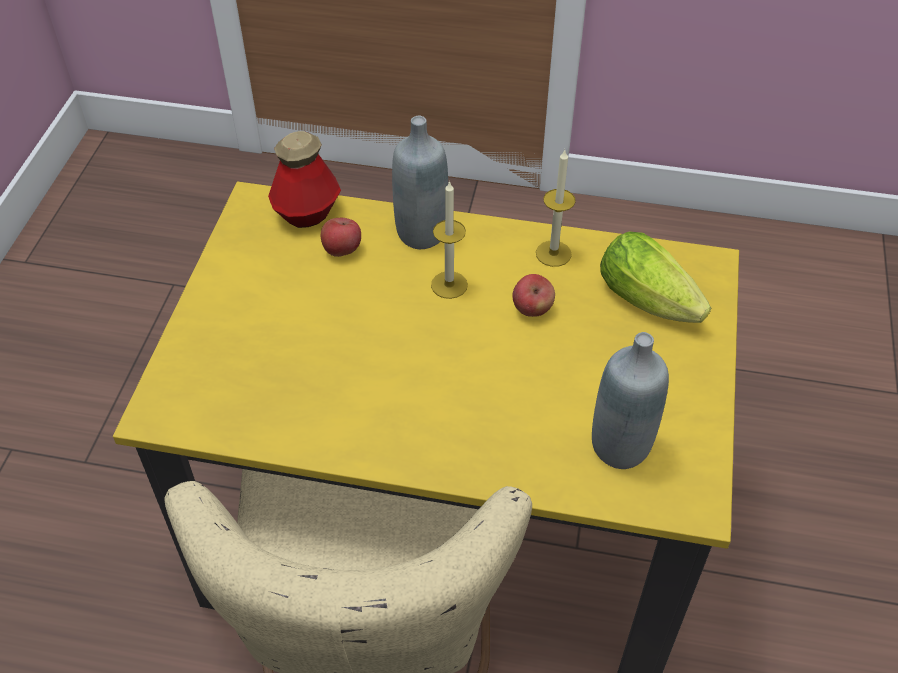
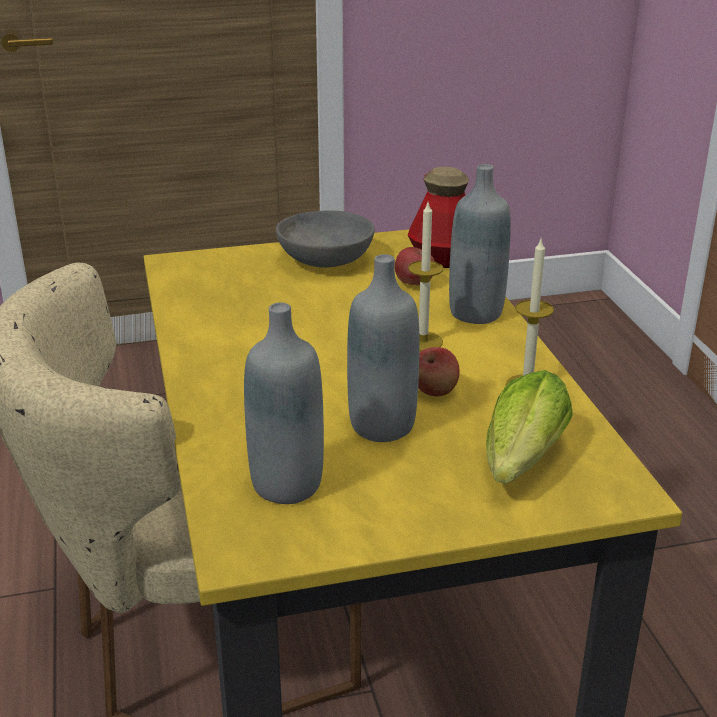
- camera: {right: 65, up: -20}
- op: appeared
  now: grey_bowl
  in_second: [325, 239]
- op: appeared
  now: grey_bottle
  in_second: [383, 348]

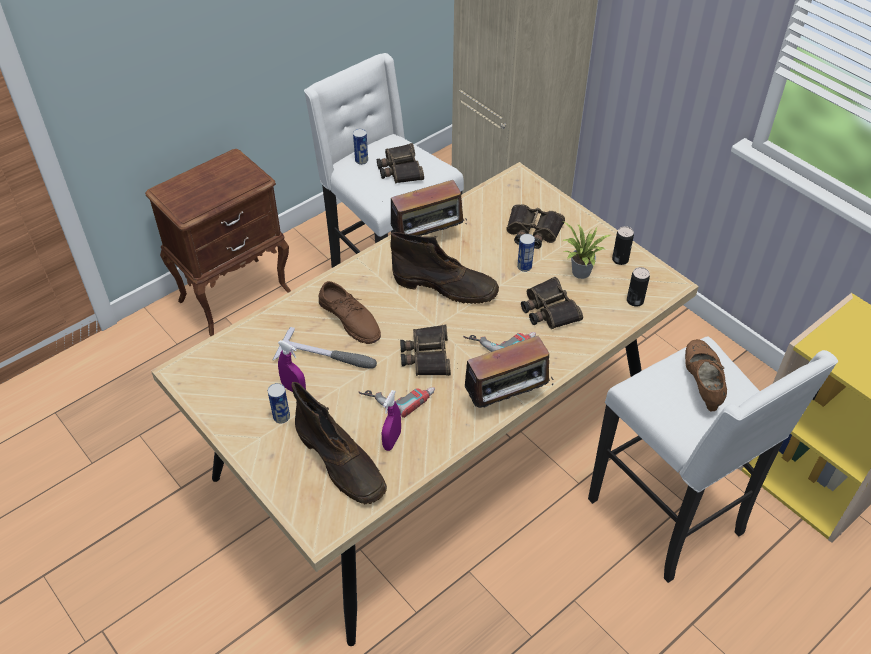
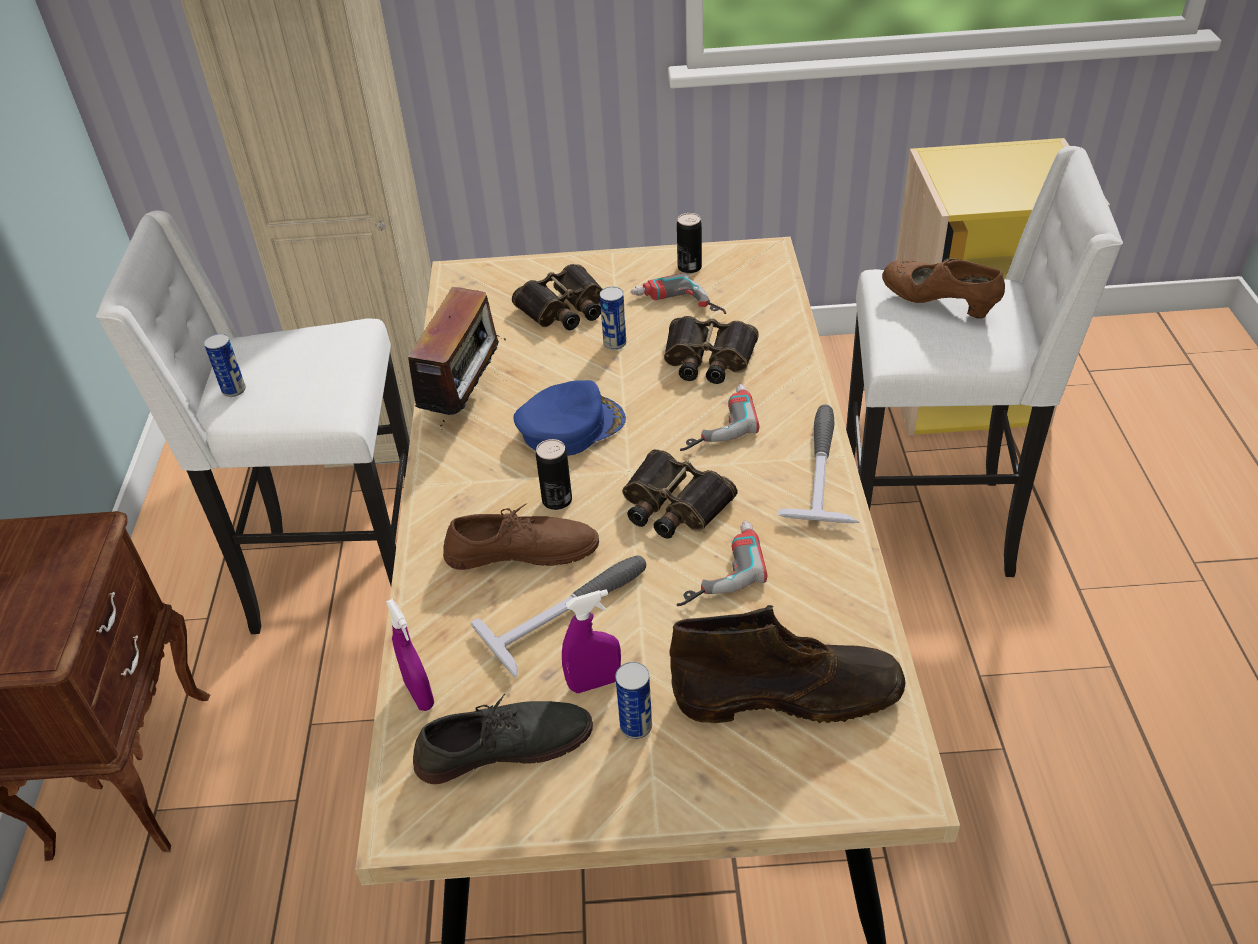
- camera: {right: -50, up: -5}
- op: missing
  was: binoculars
  in_first: [400, 163]
- op: appeared
  now: grey_shoe
  in_second: [503, 739]
- op: relocated
  was: purple_spray_bottle
  in_first: [391, 420]
  in_second: [410, 655]
- op: relocated
  was: can
  in_first: [638, 287]
  in_second: [554, 474]
- op: exchanged
  was: brown_boot
  now: blue_cap
  in_first: [444, 268]
  in_second: [569, 418]
- op: exchanged
  was: radio
  now: hammer
  in_first: [505, 372]
  in_second: [819, 463]
- op: exchanged
  was: potted_plant
  now: power_drill
  in_first: [587, 250]
  in_second: [678, 293]

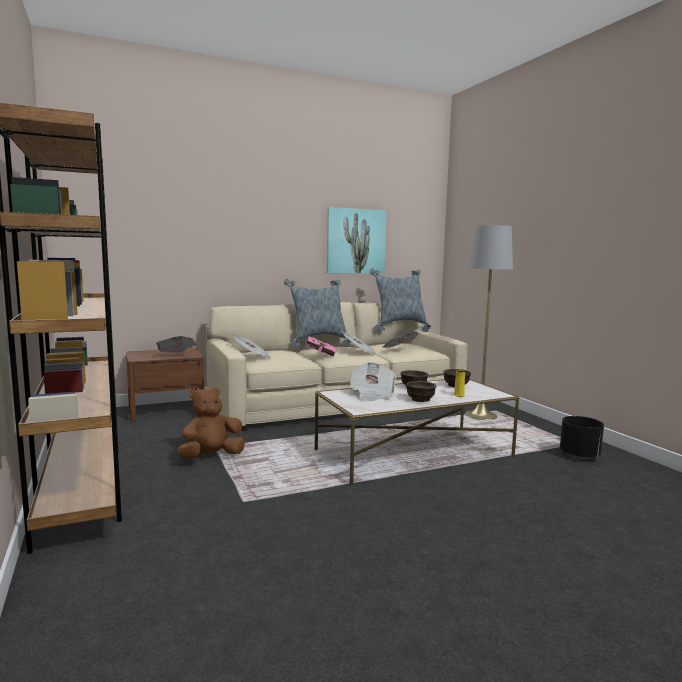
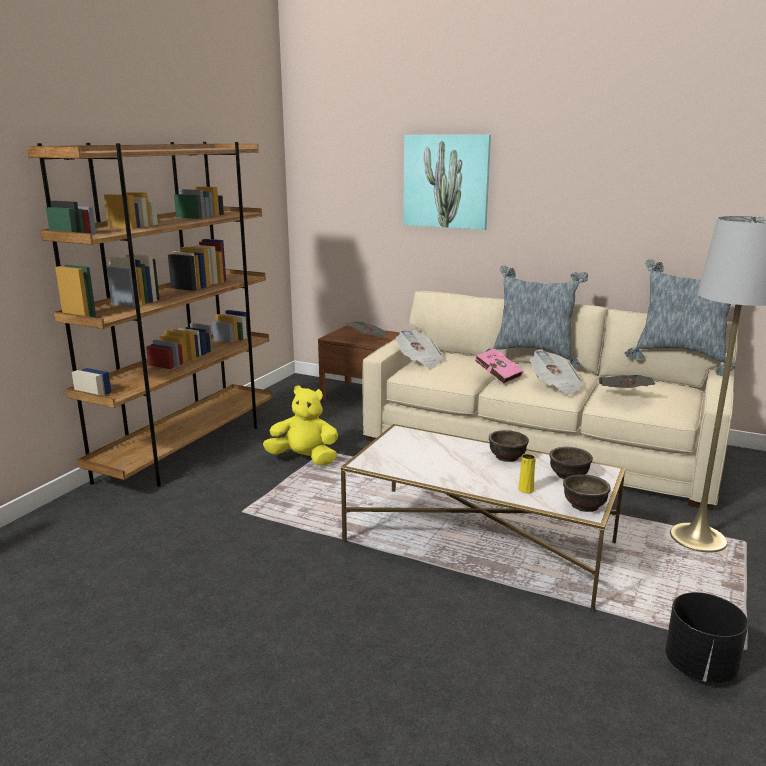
- camera: {right: 50, up: 10}
- op: missing
  was: newspaper
  in_first: [373, 382]
- op: relocated
  was: picture
  in_first: [357, 240]
  in_second: [447, 182]
- op: relocated
  was: brown_bowl
  in_first: [421, 391]
  in_second: [587, 493]
- op: colour
  was: brown_plush_toy
  now: yellow_plush_toy
  in_first: [211, 423]
  in_second: [300, 425]

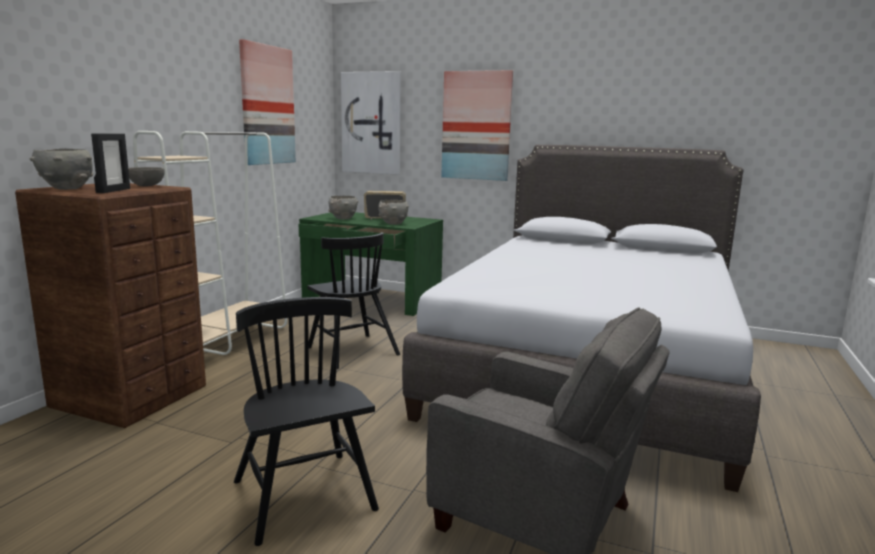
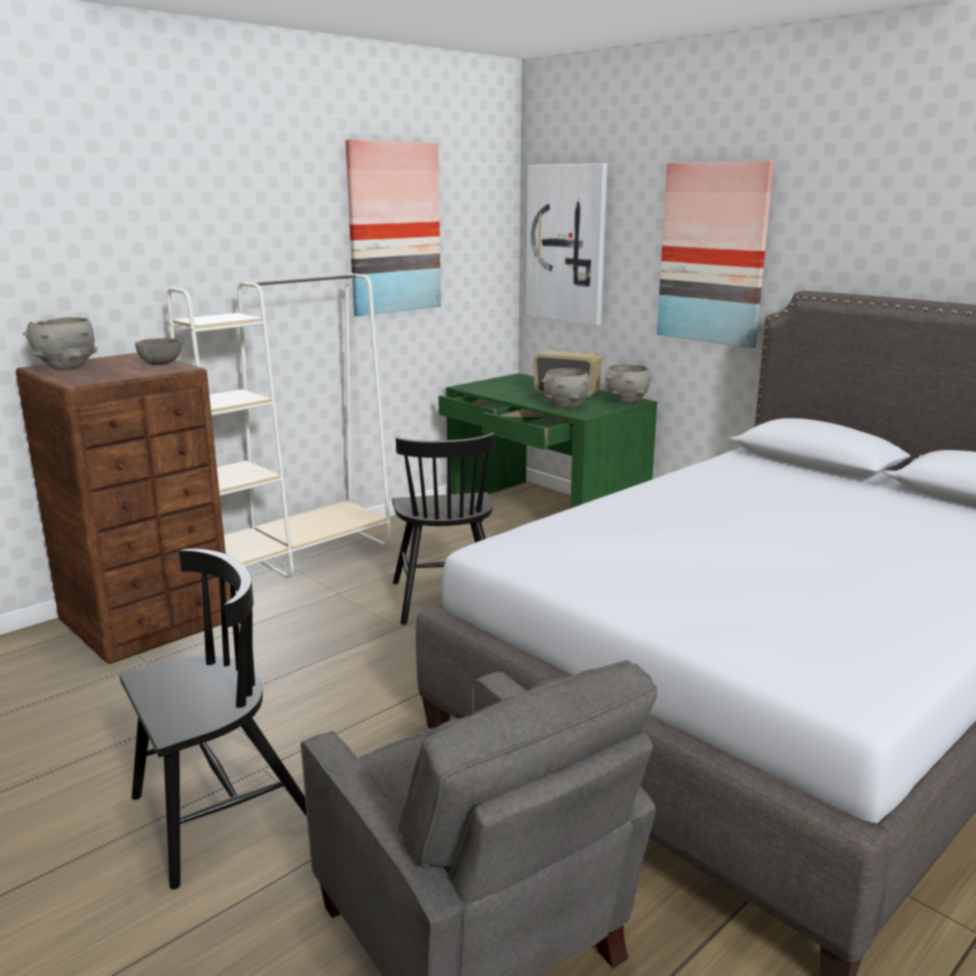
- camera: {right: 25, up: 5}
- op: missing
  was: picture_frame
  in_first: [110, 163]
- op: relocated
  was: grey_bowl
  in_first: [343, 207]
  in_second: [628, 383]
- op: spun
  was: black_chair
  in_first: [306, 421]
  in_second: [213, 719]
  clockwise: 60

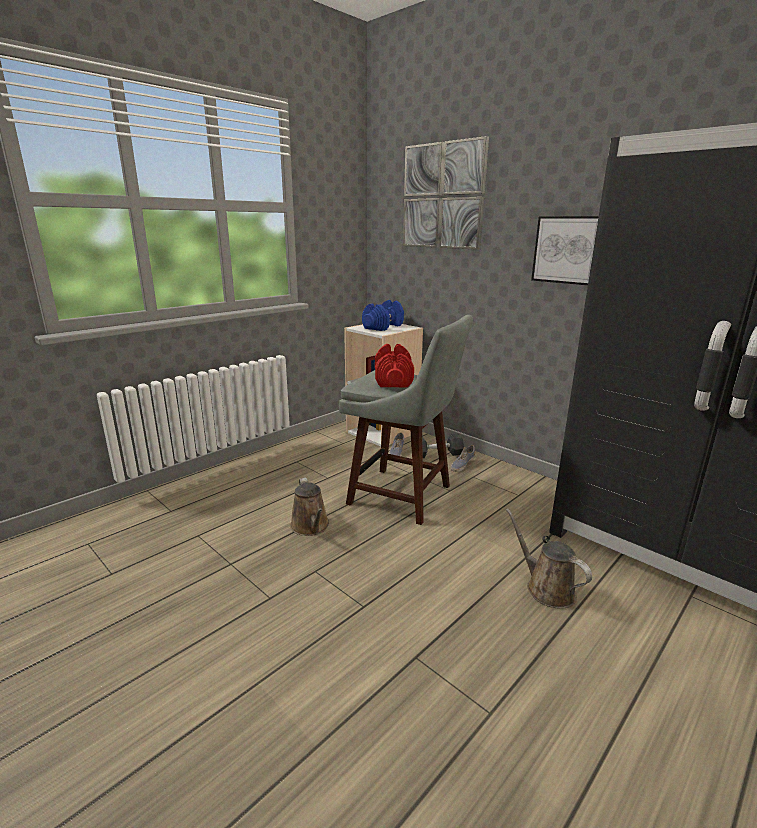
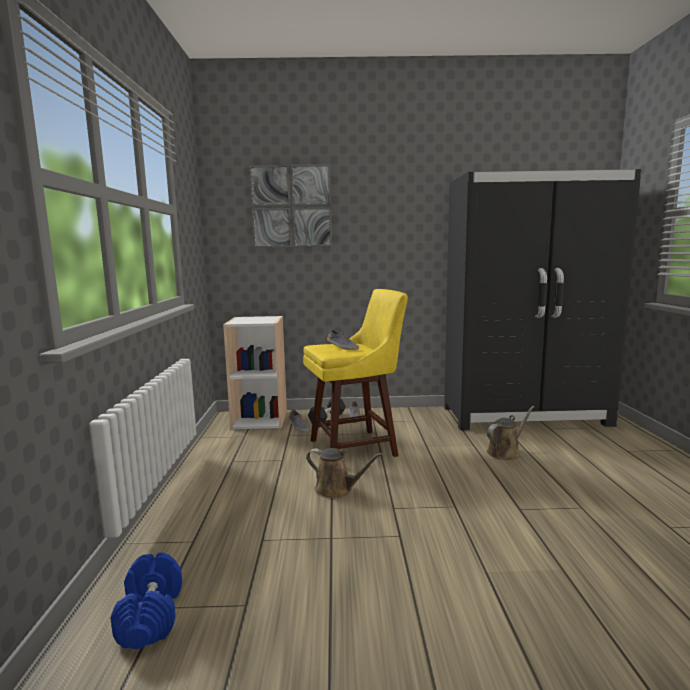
- camera: {right: -45, up: -10}
- op: missing
  was: picture
  in_first: [565, 250]
- op: relocated
  was: blue_dumbbell
  in_first: [383, 315]
  in_second: [146, 600]
- op: exchanged
  was: red_dumbbell
  now: shoe
  in_first: [394, 365]
  in_second: [343, 339]
- op: colour
  was: grey_stool
  now: yellow_stool
  in_first: [406, 420]
  in_second: [355, 373]
- op: spun
  was: brown_watering_can
  in_first: [549, 558]
  in_second: [511, 433]
  clockwise: 135

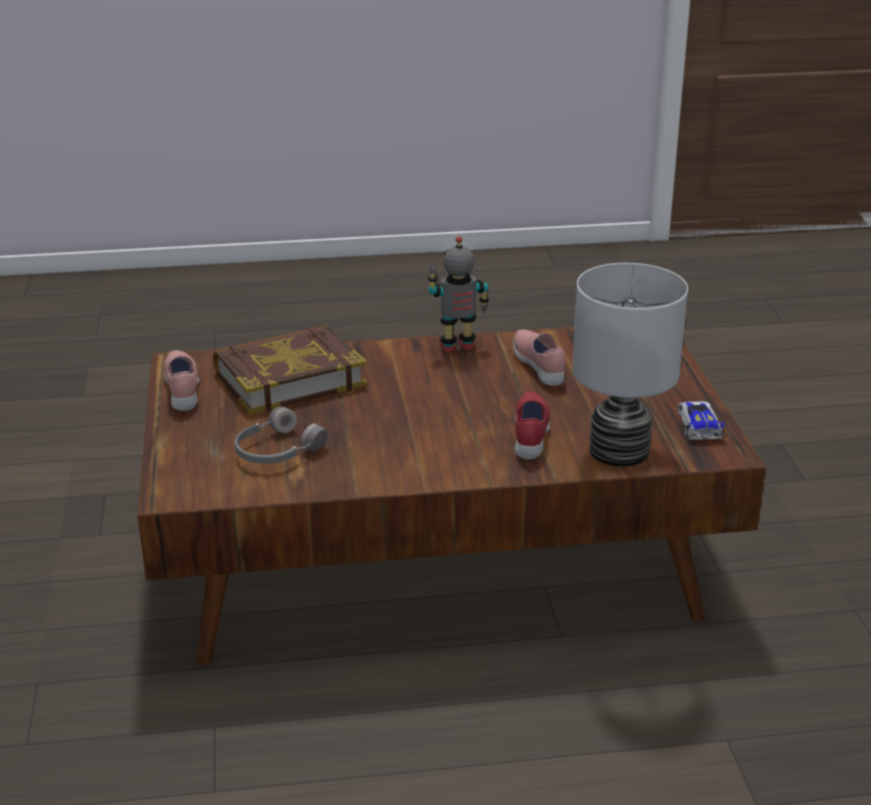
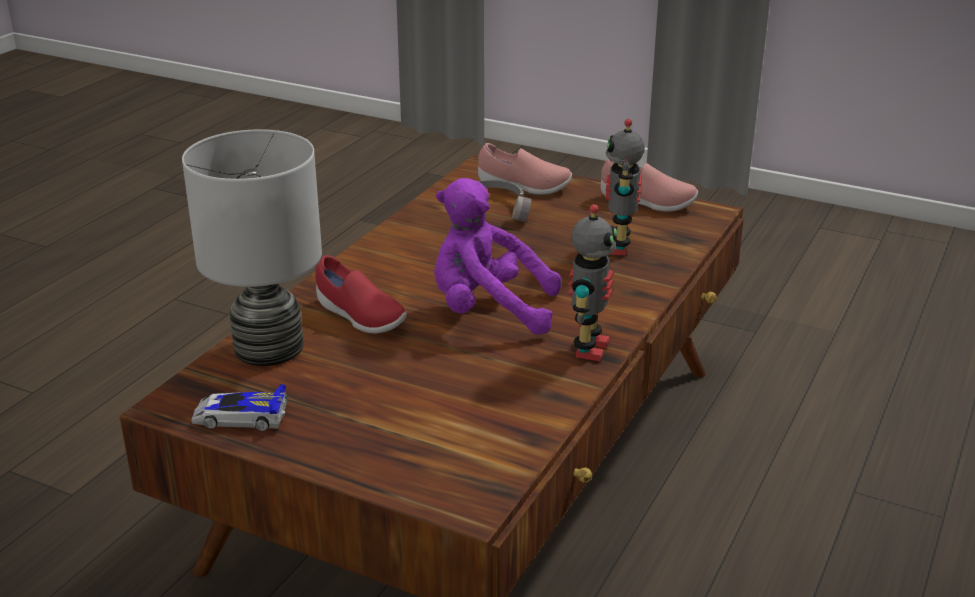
- camera: {right: 125, up: 0}
- op: appeared
  now: purple_plush_toy
  in_second: [497, 256]
- op: relocated
  was: pink_shoe
  in_first: [539, 357]
  in_second: [525, 169]
- op: exchanged
  was: book
  now: toy_robot
  in_first: [290, 370]
  in_second: [625, 187]
- op: spun
  was: toy_car
  in_first: [701, 420]
  in_second: [240, 407]
  clockwise: 150

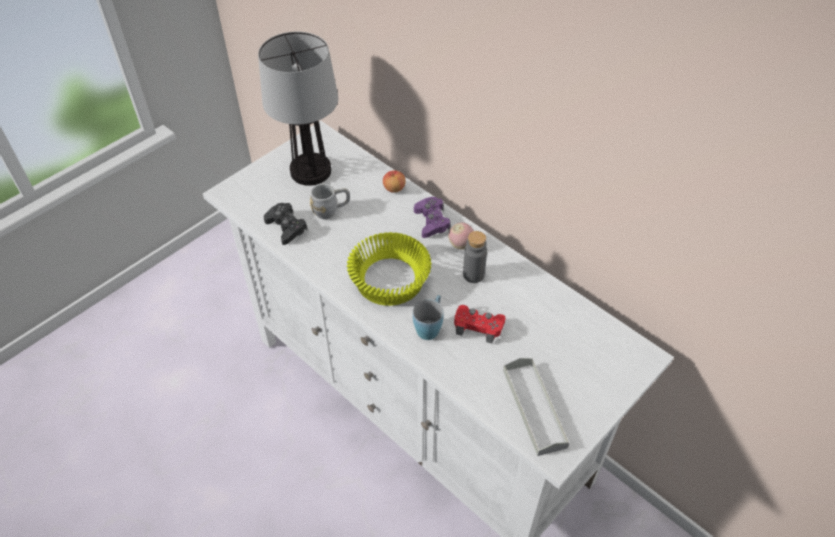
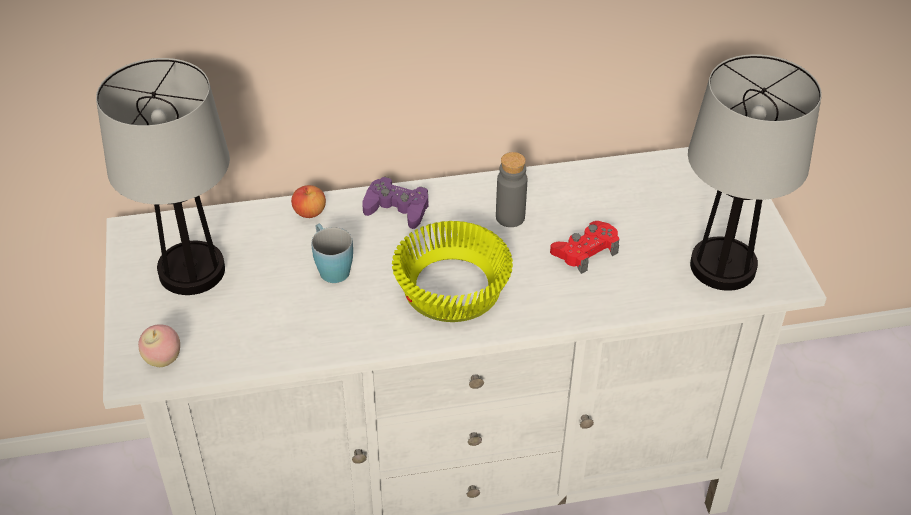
- camera: {right: -55, up: -5}
- op: missing
  was: black_game_controller
  in_first: [286, 224]
- op: missing
  was: grey_mug
  in_first: [330, 201]
- op: relocated
  was: blue_mug
  in_first: [428, 317]
  in_second: [332, 253]
- op: relocated
  was: apple
  in_first: [461, 236]
  in_second: [159, 345]
- op: exchanged
  was: grey_tray
  now: table_lamp
  in_first: [536, 407]
  in_second: [755, 172]

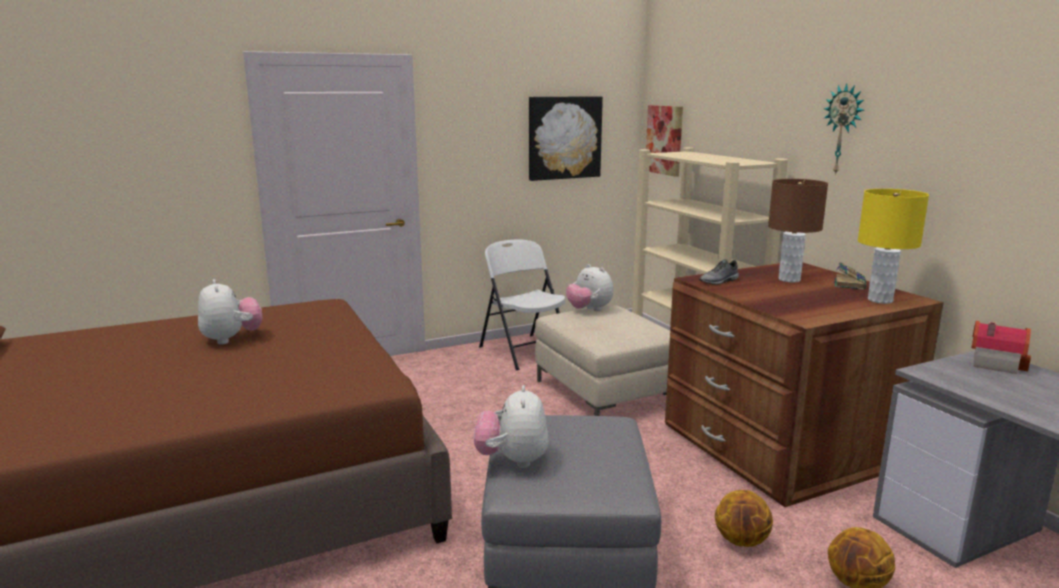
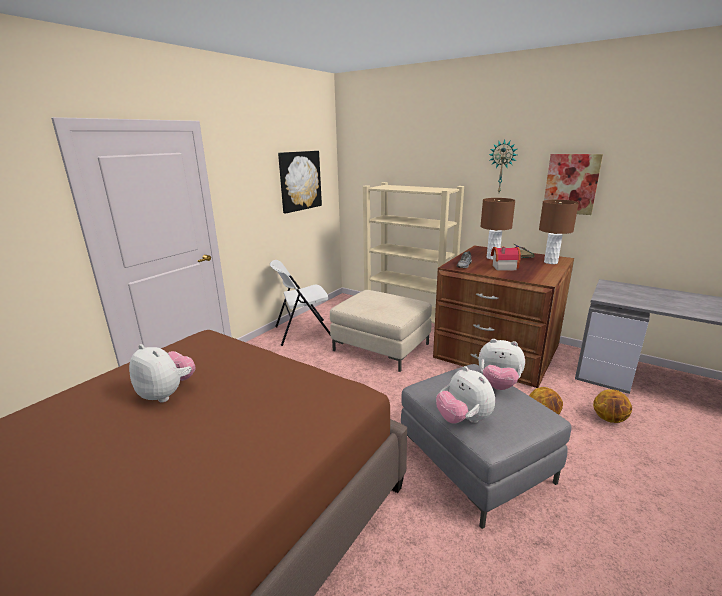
- camera: {right: -30, up: 5}
- op: relocated
  was: plush_toy
  in_first: [589, 287]
  in_second: [502, 364]
- op: relocated
  was: picture
  in_first: [664, 141]
  in_second: [573, 184]
- op: relocated
  was: toy_house
  in_first: [1001, 347]
  in_second: [506, 258]
- op: colour
  was: yellow_table_lamp
  now: brown_table_lamp
  in_first: [893, 246]
  in_second: [559, 232]
- op: spun
  was: white_chair
  in_first: [522, 305]
  in_second: [300, 303]
  clockwise: -45

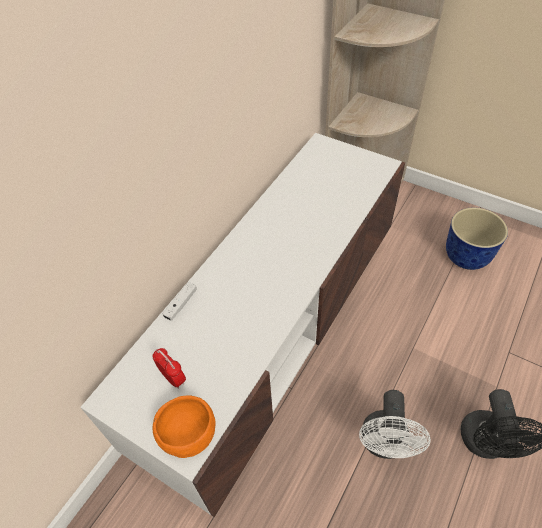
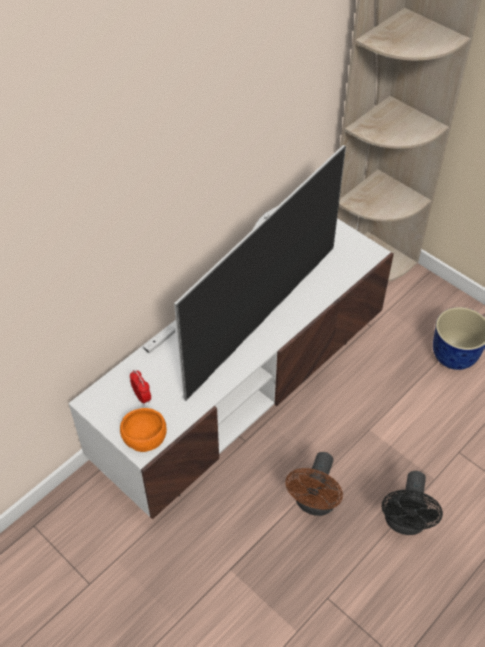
- camera: {right: 10, up: 0}
- op: appeared
  now: television
  in_second: [260, 273]
- op: colour
  was: white_fan
  now: brown_fan
  in_first: [395, 424]
  in_second: [314, 484]

